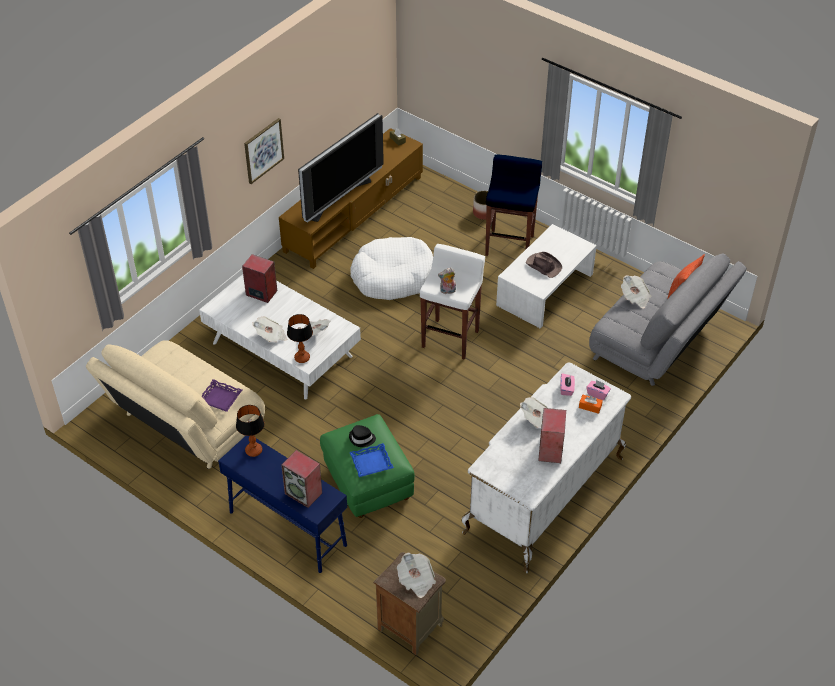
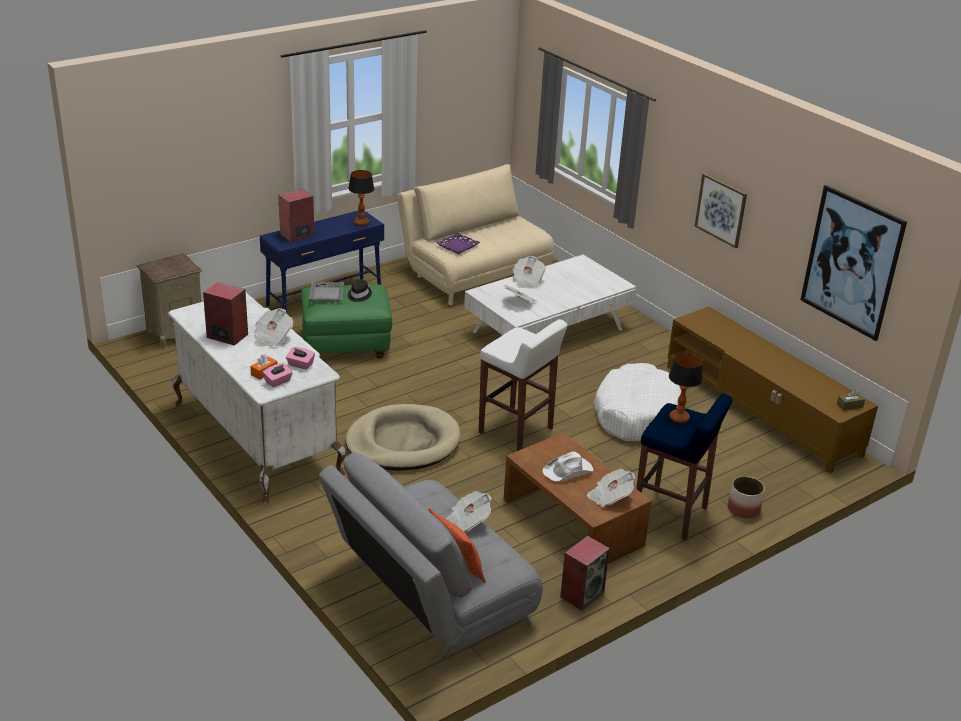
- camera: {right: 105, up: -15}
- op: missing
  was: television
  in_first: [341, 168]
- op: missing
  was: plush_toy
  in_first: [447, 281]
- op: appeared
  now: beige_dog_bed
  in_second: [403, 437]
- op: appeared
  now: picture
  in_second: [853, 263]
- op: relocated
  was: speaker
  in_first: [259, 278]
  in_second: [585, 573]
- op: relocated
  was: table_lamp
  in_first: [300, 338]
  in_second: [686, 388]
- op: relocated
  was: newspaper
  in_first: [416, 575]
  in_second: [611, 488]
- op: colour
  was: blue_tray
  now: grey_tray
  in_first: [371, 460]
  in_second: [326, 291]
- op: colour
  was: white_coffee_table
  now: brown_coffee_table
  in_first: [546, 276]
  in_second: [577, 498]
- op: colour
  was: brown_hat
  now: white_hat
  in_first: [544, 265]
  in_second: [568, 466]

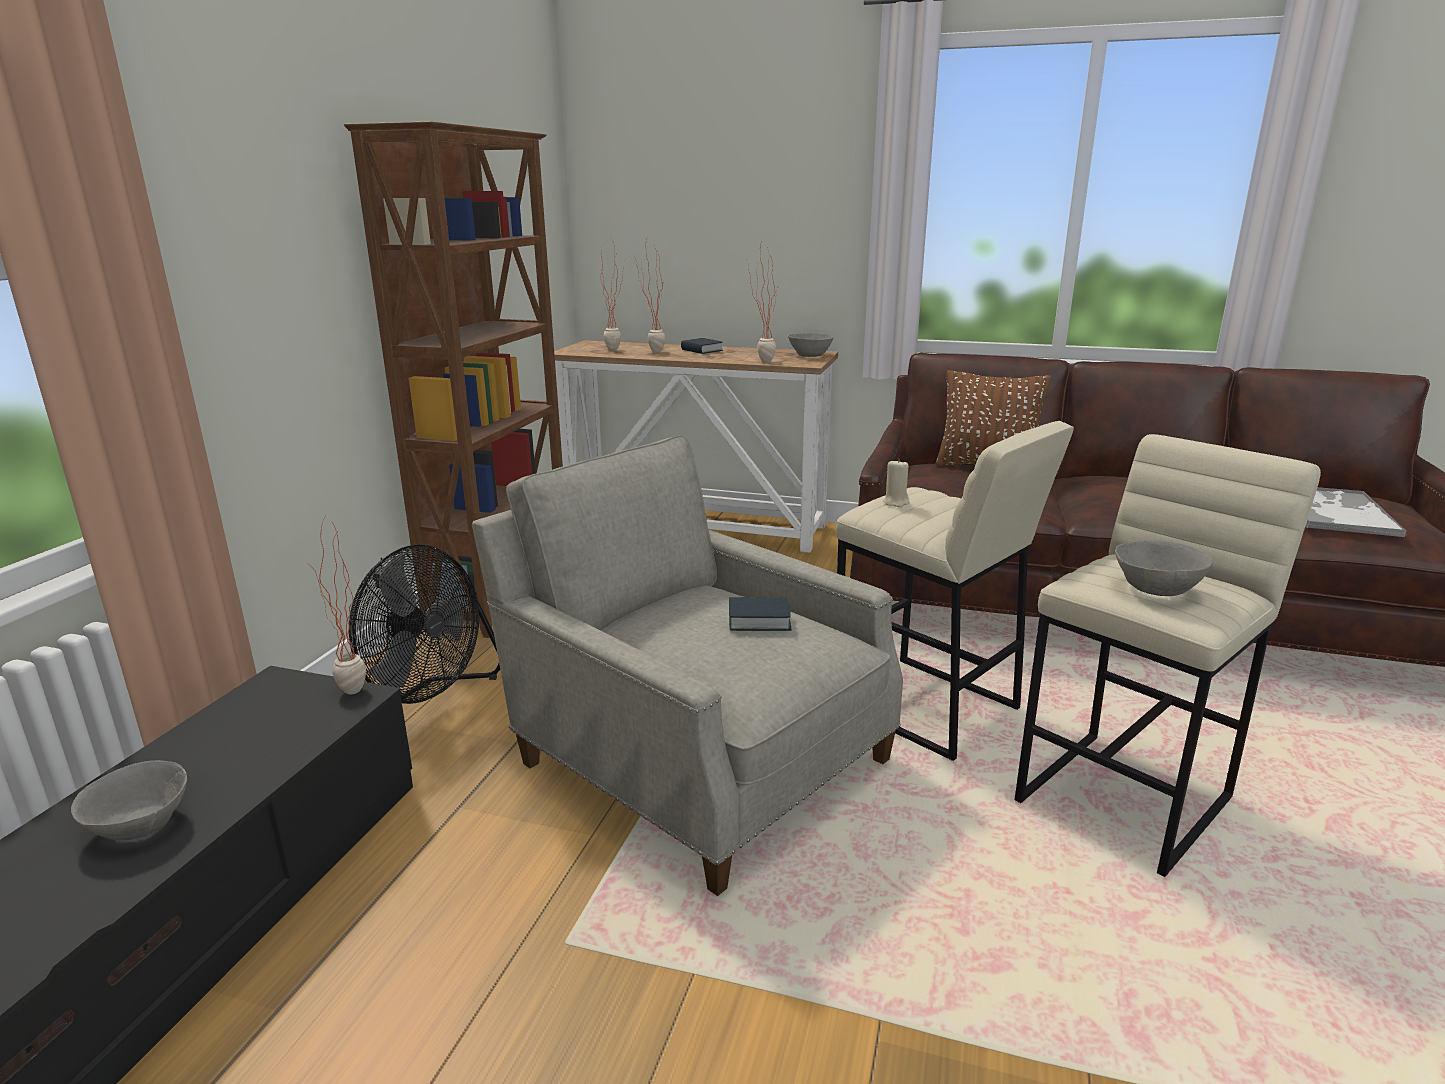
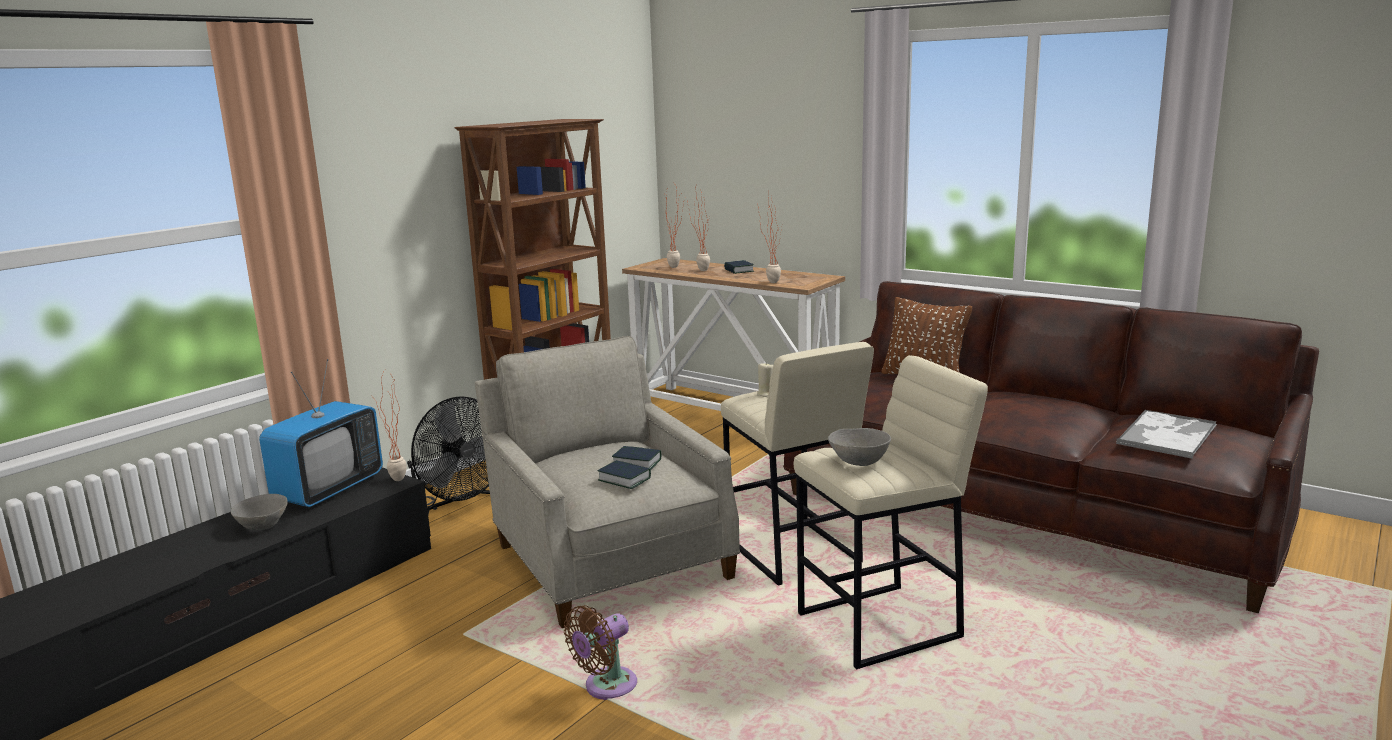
- camera: {right: 20, up: -5}
- op: missing
  was: grey_bowl
  in_first: [811, 345]
- op: appeared
  now: television
  in_second: [321, 433]
- op: appeared
  now: brown_fan
  in_second: [600, 652]
- op: appeared
  now: book
  in_second: [624, 474]

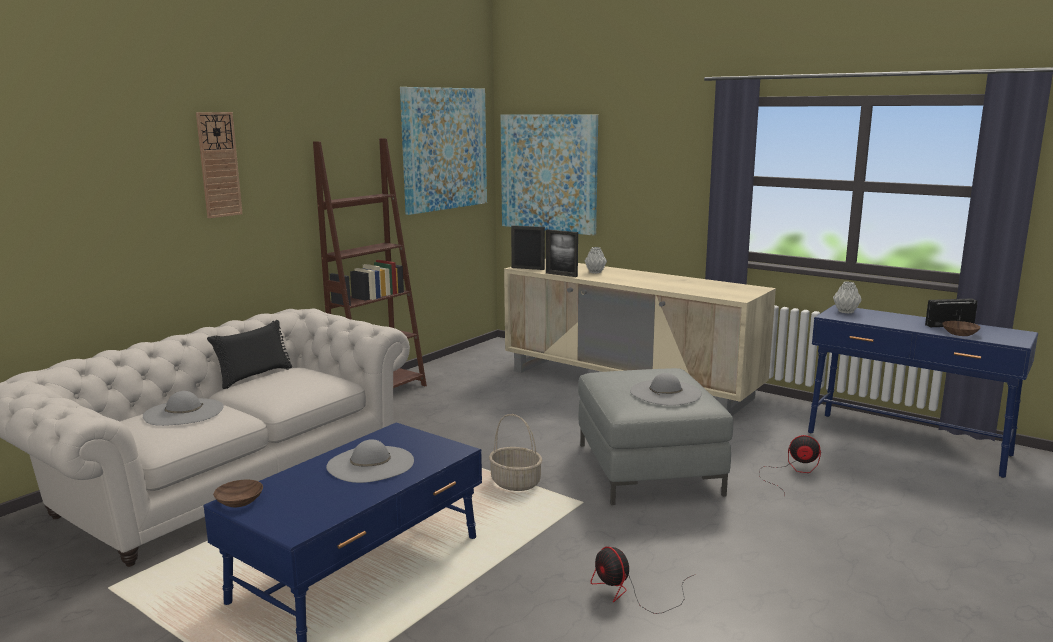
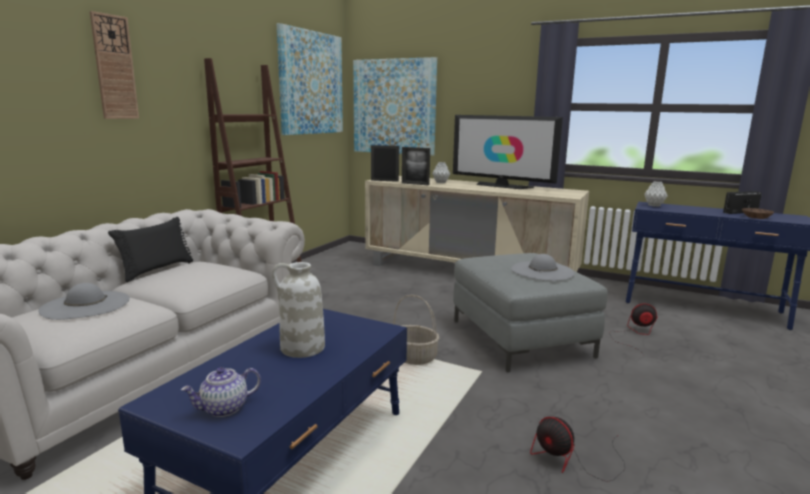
- camera: {right: -10, up: 0}
- op: missing
  was: brown_bowl
  in_first: [238, 493]
- op: appeared
  now: teapot
  in_second: [221, 392]
- op: appeared
  now: television
  in_second: [508, 152]
- op: exchanged
  was: grey_hat
  now: white_vase
  in_first: [370, 461]
  in_second: [298, 310]

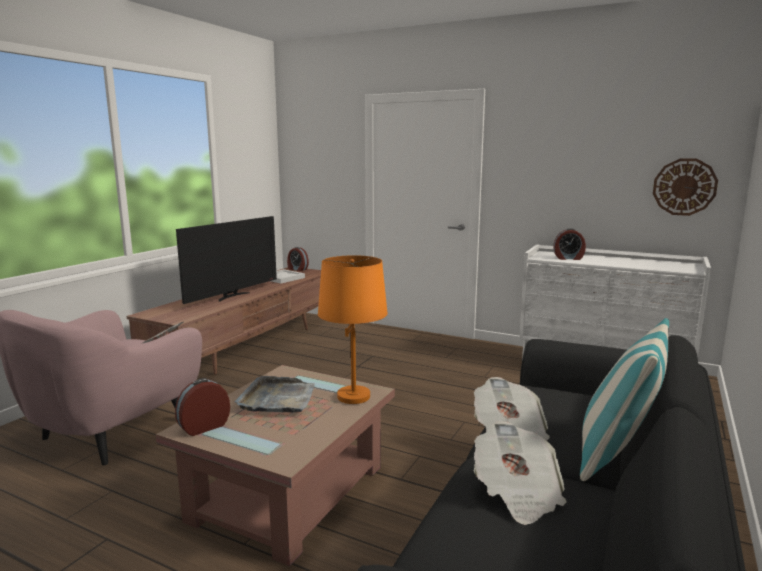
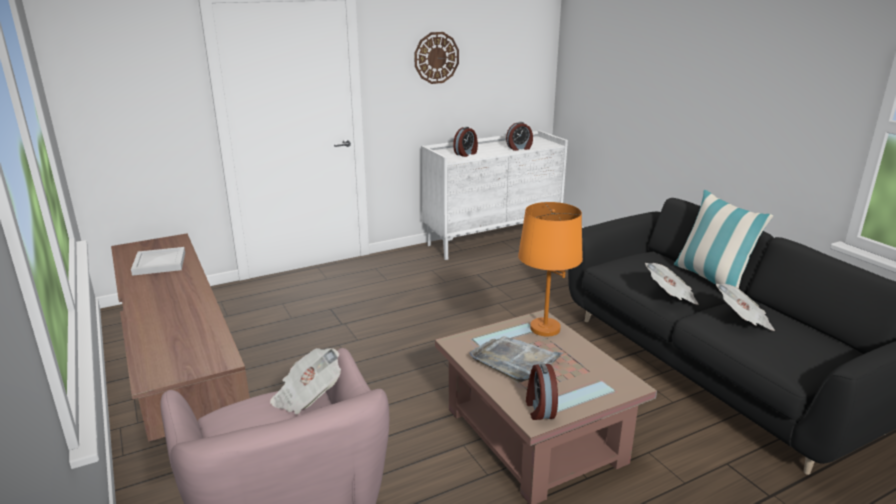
- camera: {right: -55, up: 10}
- op: missing
  was: television
  in_first: [226, 260]
- op: relocated
  was: alarm_clock
  in_first: [298, 259]
  in_second: [519, 136]
- op: relocated
  was: wall_clock
  in_first: [685, 187]
  in_second: [436, 58]

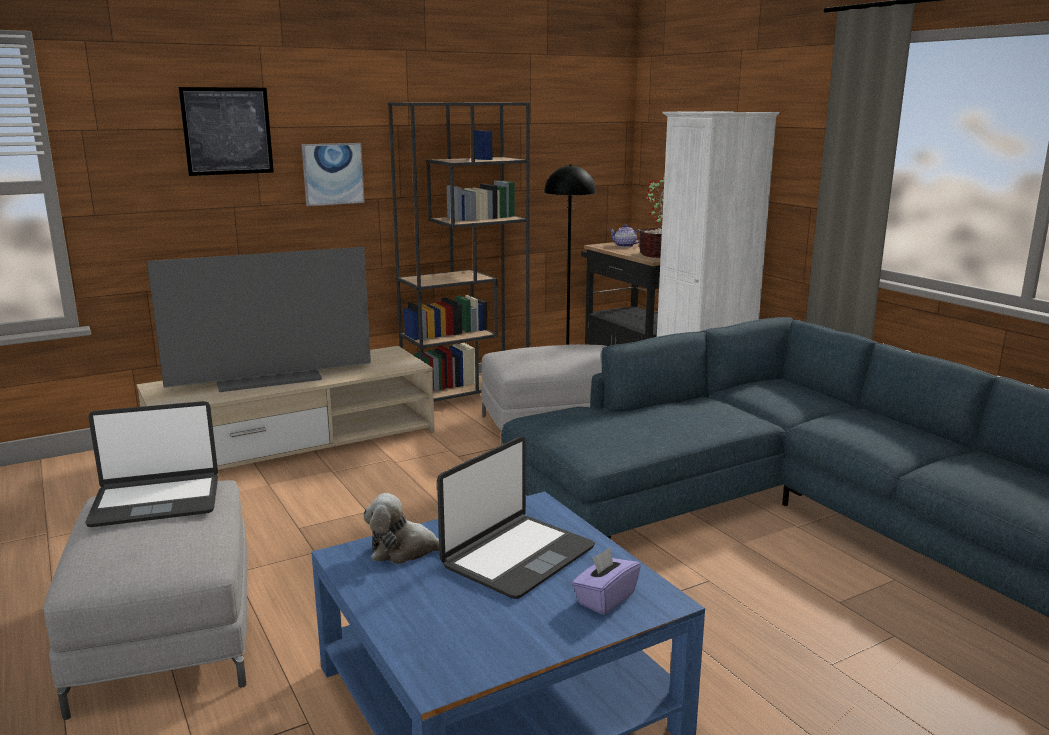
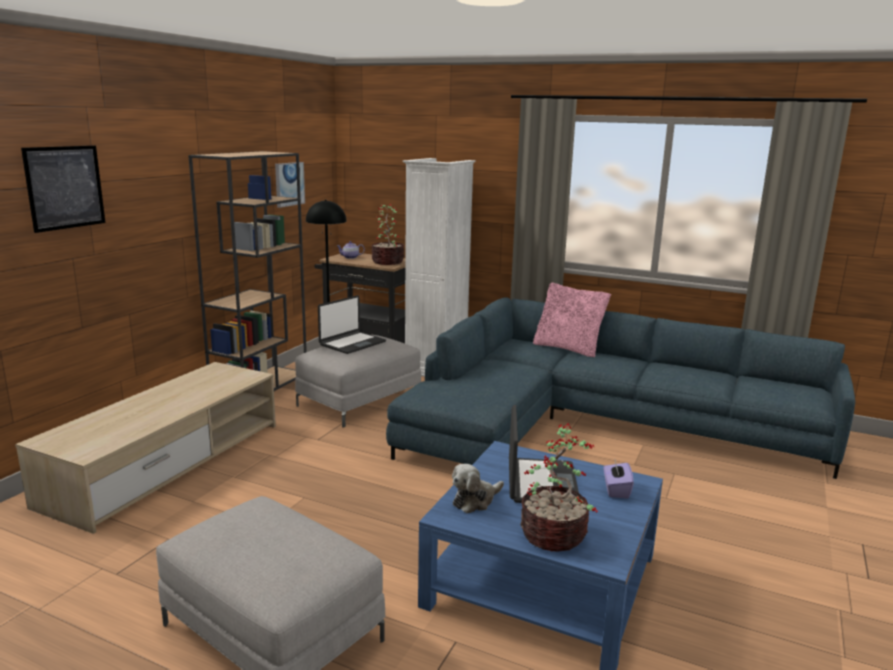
- camera: {right: -35, up: 0}
- op: missing
  was: television
  in_first: [259, 319]
- op: appeared
  now: potted_plant
  in_second: [559, 487]
- op: appeared
  now: pink_pillow
  in_second: [572, 320]
- op: relocated
  was: laptop
  in_first: [151, 464]
  in_second: [352, 324]
- op: relocated
  was: picture
  in_first: [333, 174]
  in_second: [290, 185]

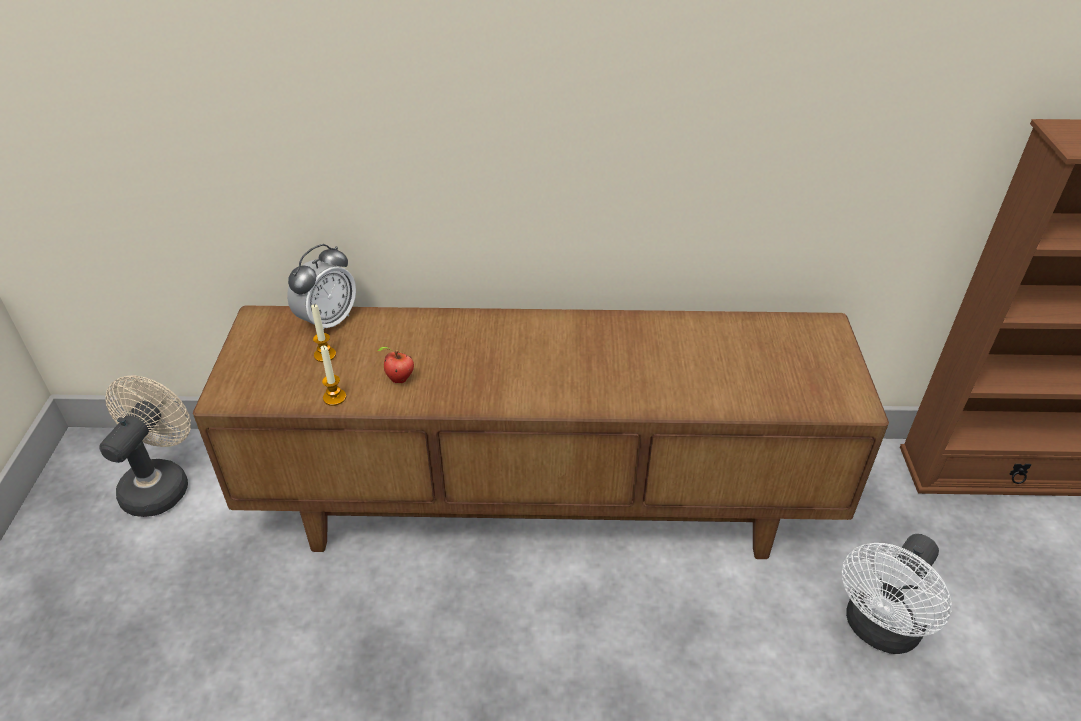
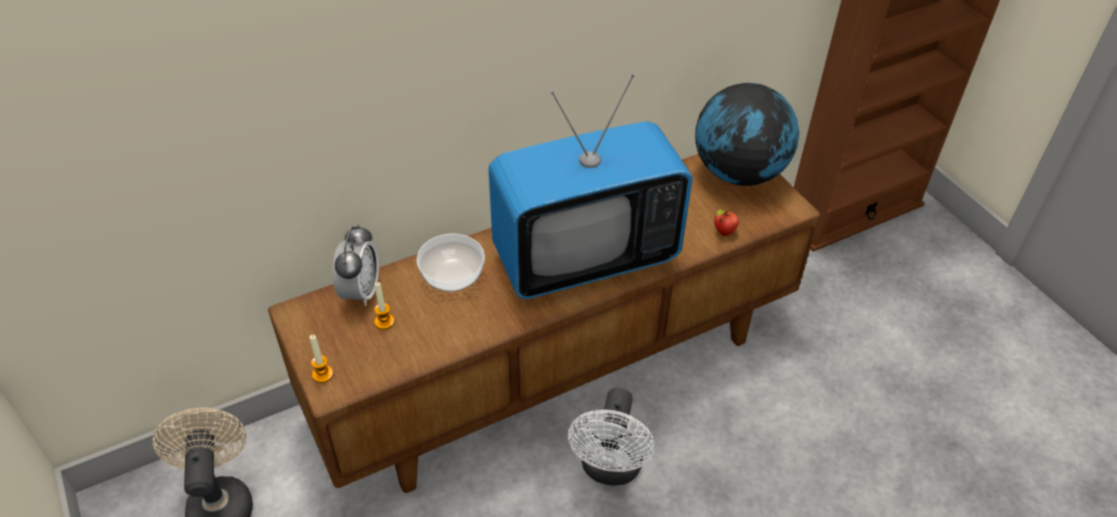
- camera: {right: -30, up: 5}
- op: appeared
  now: bowl
  in_second: [451, 263]
- op: appeared
  now: television
  in_second: [591, 186]
- op: appeared
  now: globe
  in_second: [747, 134]
- op: relocated
  was: candle
  in_first: [333, 376]
  in_second: [321, 359]
- op: relocated
  was: apple
  in_first: [395, 365]
  in_second: [726, 223]
- op: relocated
  was: white_fan
  in_first: [897, 594]
  in_second: [611, 437]

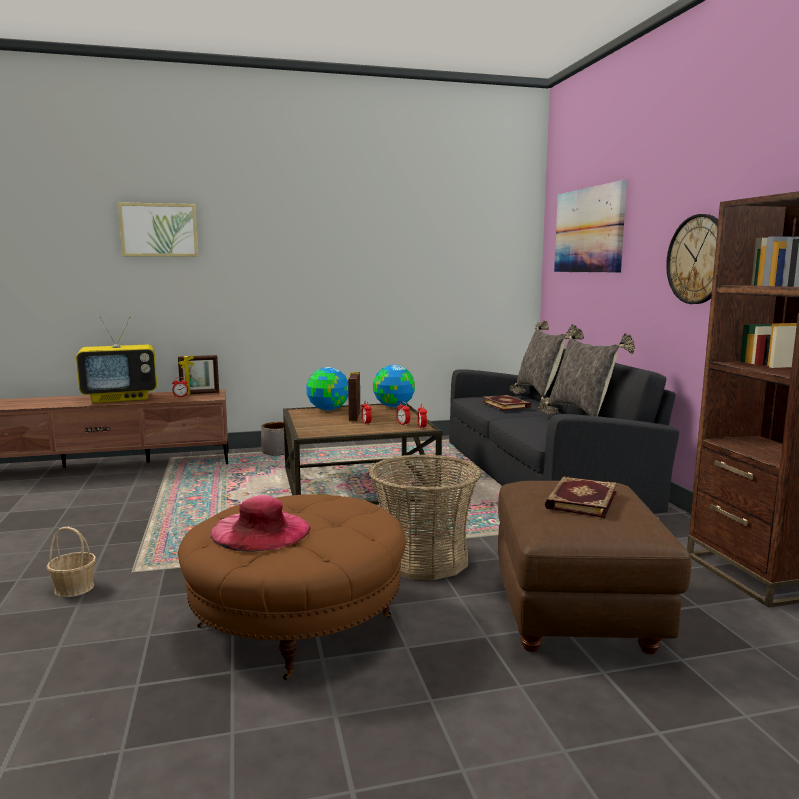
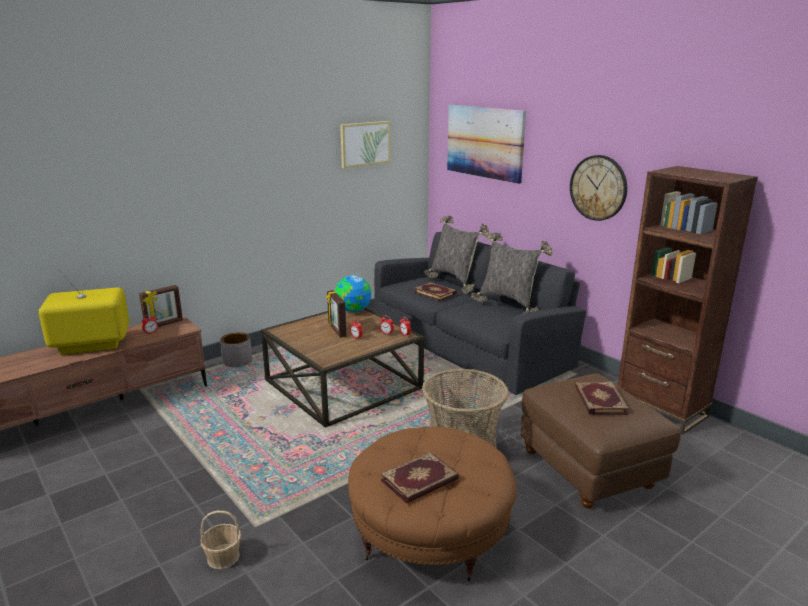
- camera: {right: -25, up: 10}
- op: missing
  was: globe
  in_first: [327, 389]
- op: relocated
  was: picture
  in_first: [158, 229]
  in_second: [365, 144]
- op: exchanged
  was: pink_hat
  now: book
  in_first: [260, 523]
  in_second: [419, 477]
- op: spun
  was: television
  in_first: [116, 359]
  in_second: [83, 310]
  clockwise: -150

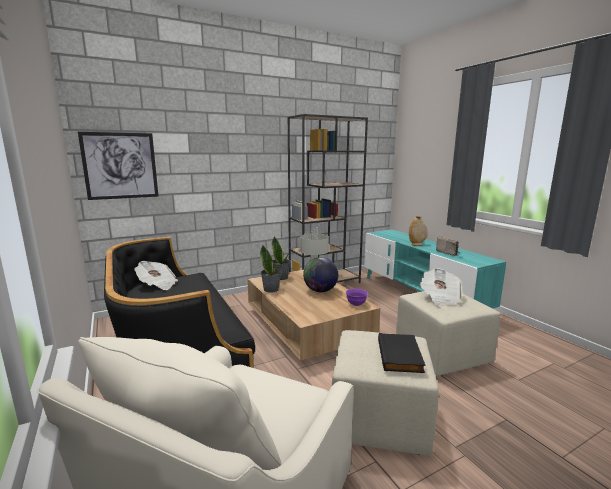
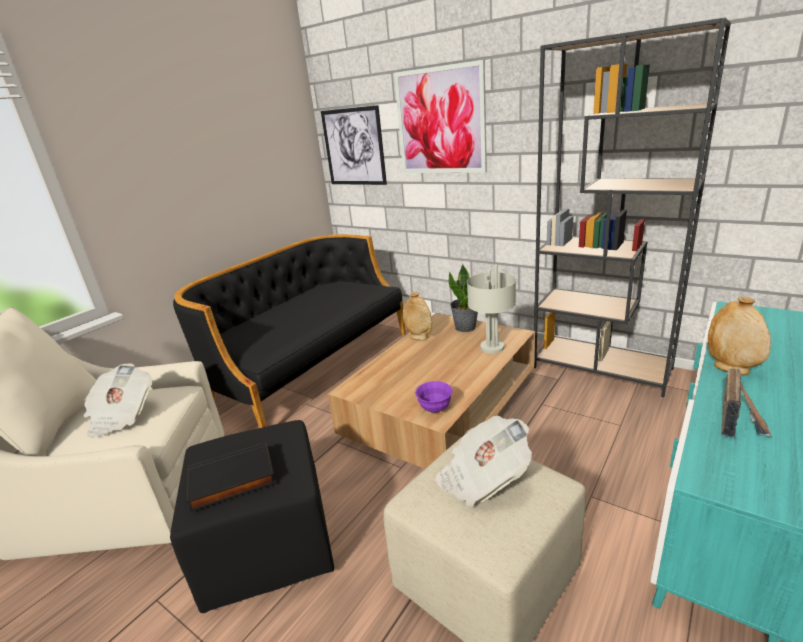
- camera: {right: 65, up: 10}
- op: missing
  was: globe
  in_first: [320, 274]
- op: appeared
  now: picture
  in_second: [440, 116]
- op: relocated
  was: newspaper
  in_first: [156, 275]
  in_second: [118, 400]
- op: exchanged
  was: potted_plant
  now: beige_vase
  in_first: [270, 269]
  in_second: [417, 316]
- op: colour
  was: beige_ottoman
  now: black_ottoman
  in_first: [385, 393]
  in_second: [252, 516]

